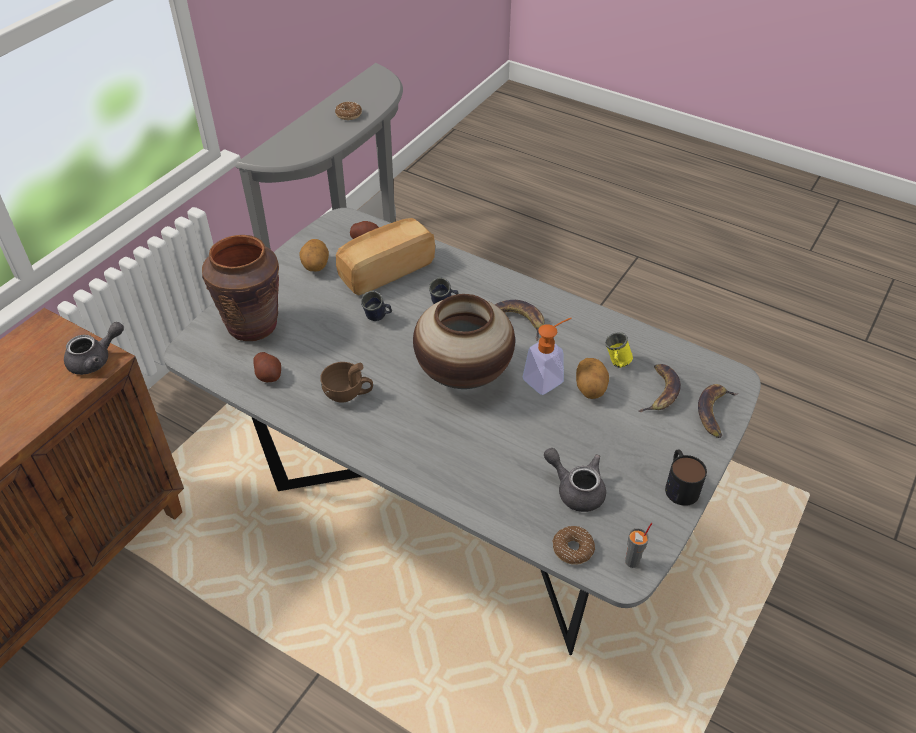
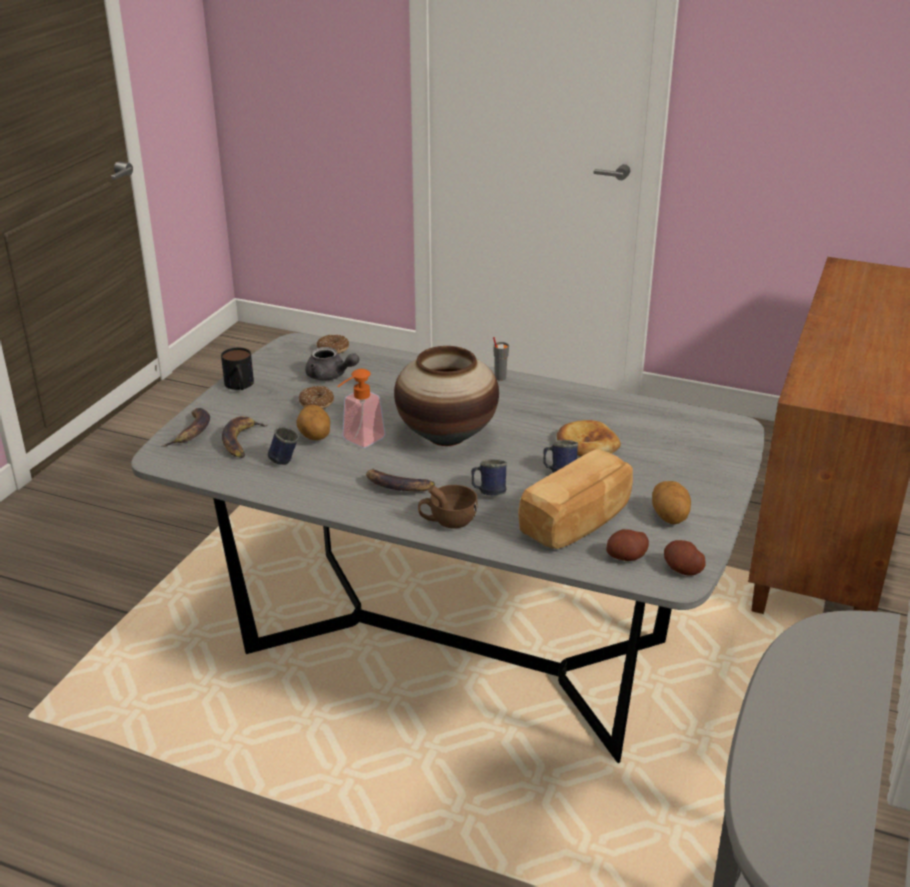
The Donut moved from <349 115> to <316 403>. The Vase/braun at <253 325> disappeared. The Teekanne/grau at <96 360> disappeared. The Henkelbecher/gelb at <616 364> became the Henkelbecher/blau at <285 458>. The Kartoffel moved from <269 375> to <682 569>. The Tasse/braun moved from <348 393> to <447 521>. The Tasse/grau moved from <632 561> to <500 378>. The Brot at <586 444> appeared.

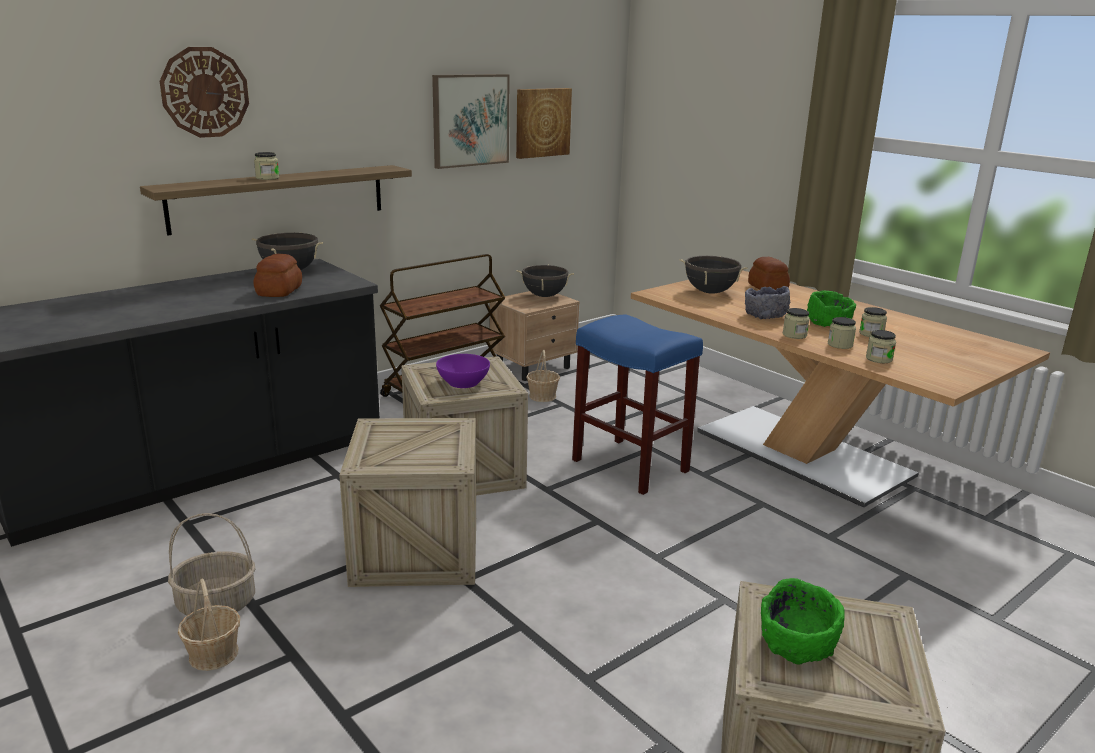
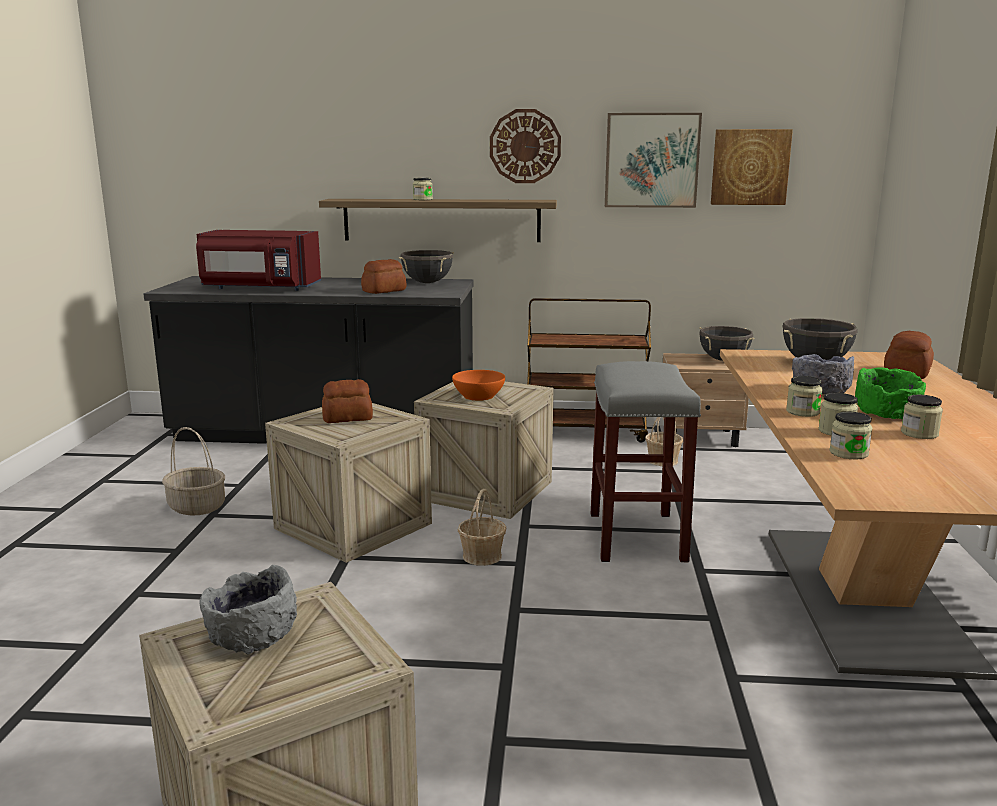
The Wanduhr moved from <205 92> to <525 146>. The Hocker/blau at <628 465> became the Hocker/grau at <635 536>. The Schüssel/lila at <463 382> became the Schüssel/orange at <479 396>. The Schüssel/grün at <797 645> became the Schüssel/grau at <252 636>. The Korb moved from <214 654> to <482 556>. The Mikrowelle/rot at <259 288> appeared. The Brot at <348 418> appeared.

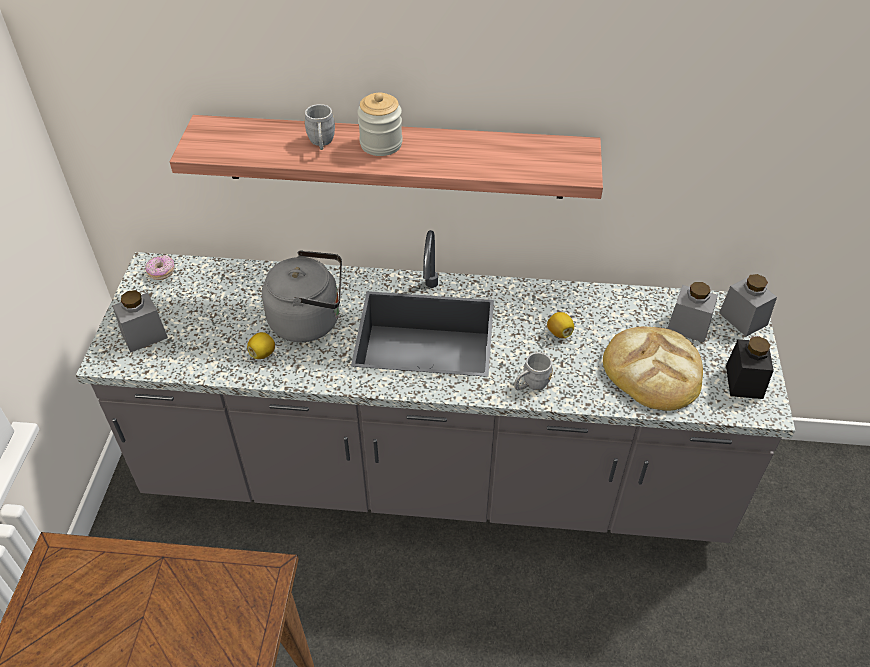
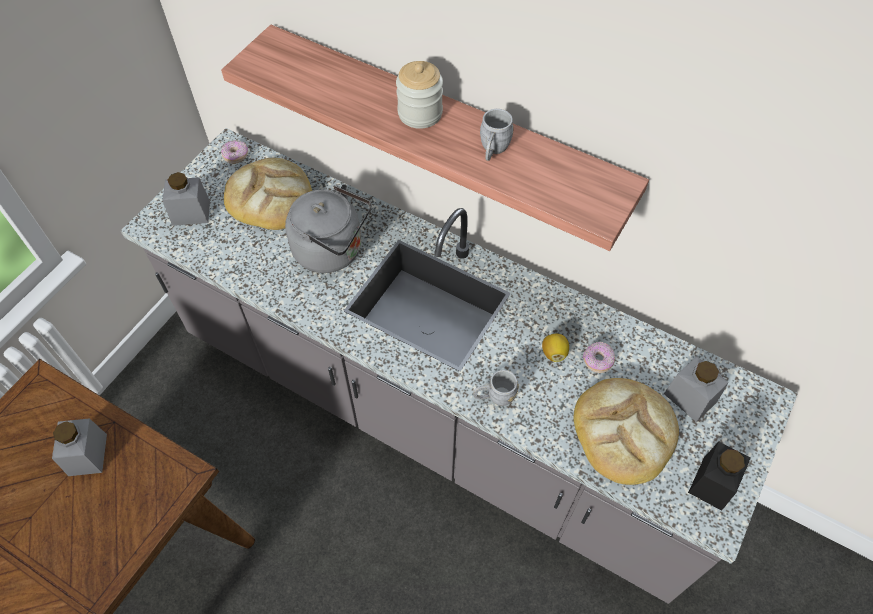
The Henkelbecher/grau moved from <321 143> to <493 150>. The Vorratsglas/grau moved from <743 319> to <88 454>. The Zitrone at <263 353> disappeared. The Brot at <270 197> appeared. The Donut at <597 361> appeared.

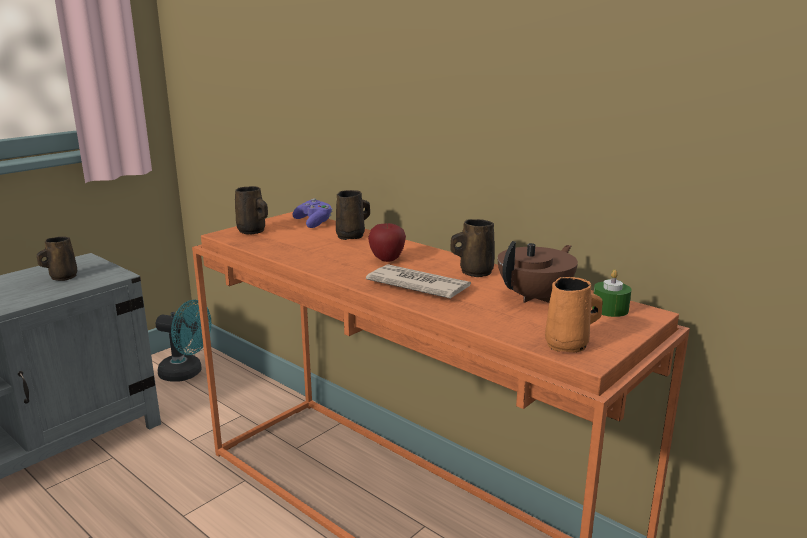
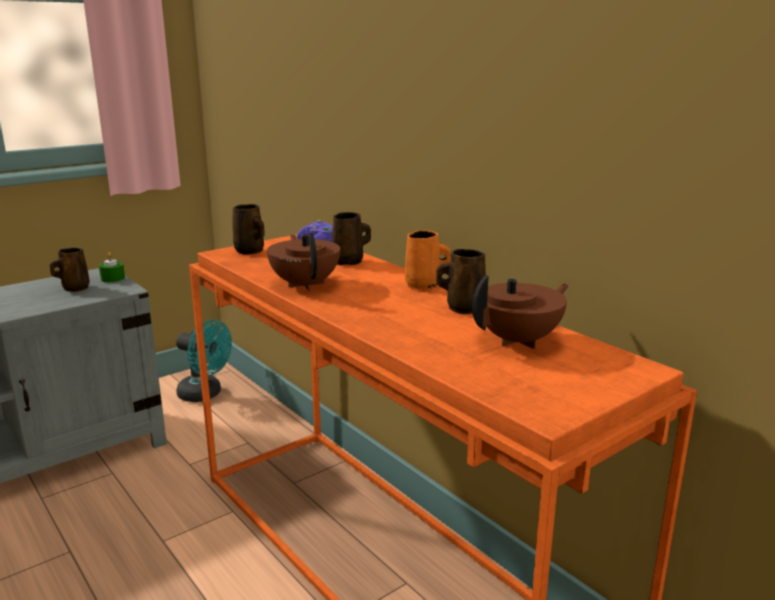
The Apfel at <387 260> disappeared. The Zeitung at <418 285> disappeared. The Kerze/grün moved from <610 309> to <113 278>. The Henkelbecher/orange moved from <569 345> to <424 285>. The Teekanne/braun at <305 284> appeared.

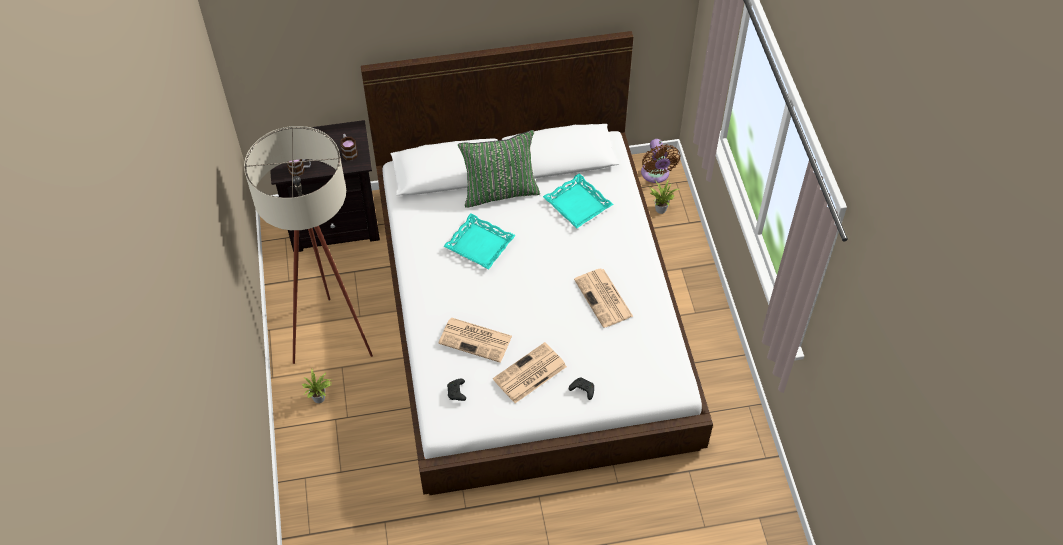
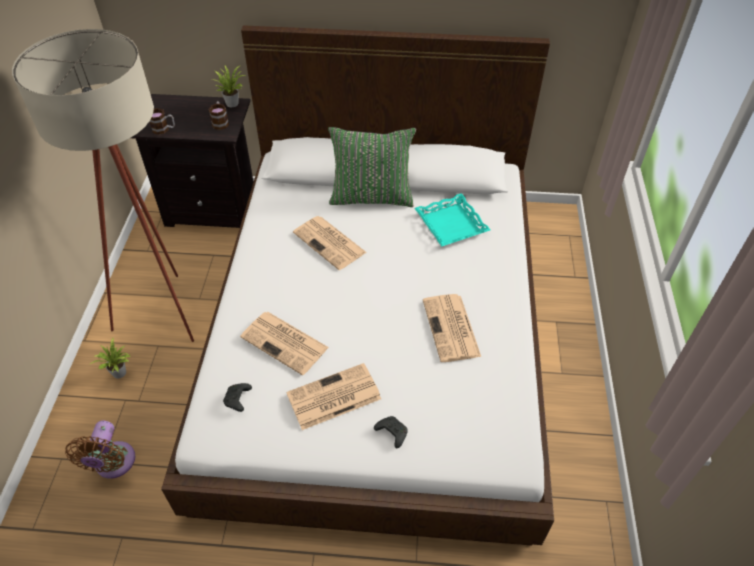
The Ventilator/braun moved from <656 174> to <113 464>. The Topfpflanze moved from <660 208> to <232 102>. The Tablett/türkis at <480 244> was replaced by the Zeitung at <330 243>.

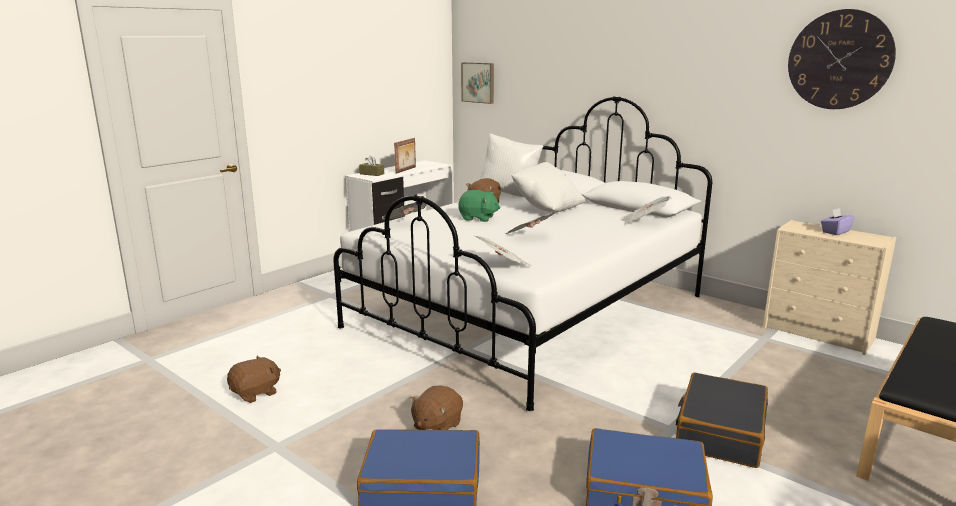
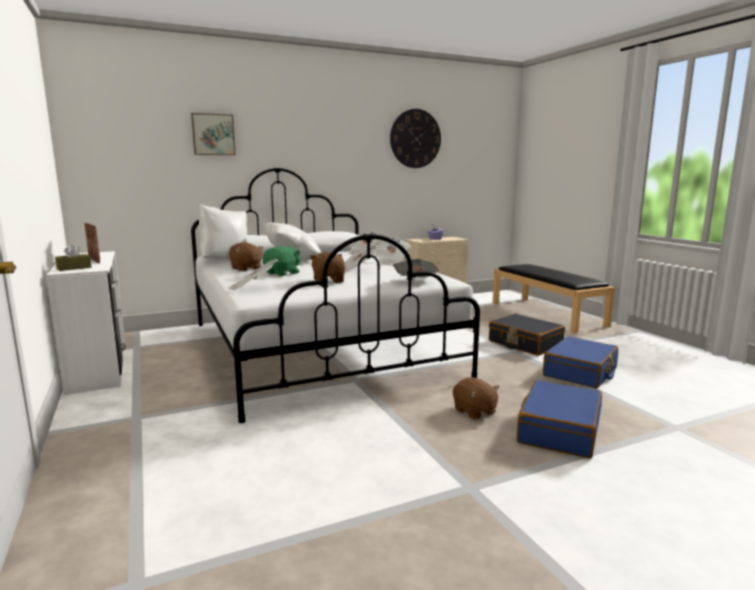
The Bild moved from <478 82> to <213 134>. The Plüschtier/braun moved from <256 393> to <329 281>. The Zeitung at <391 262> appeared.

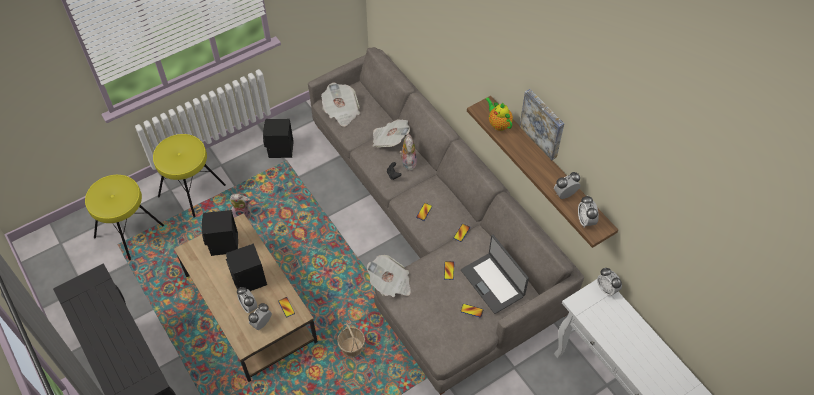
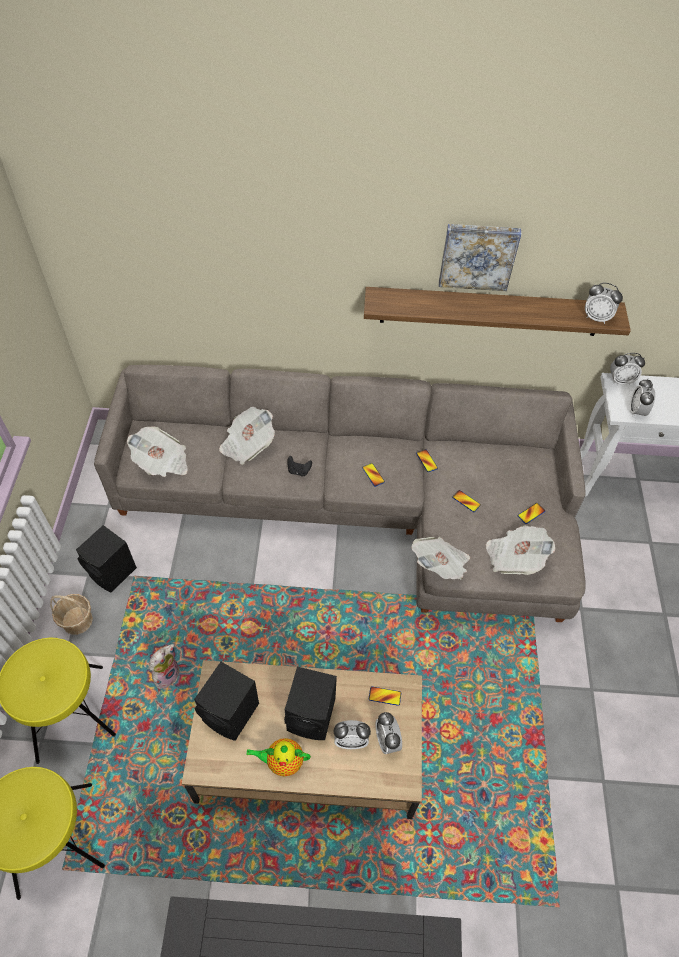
The Teekanne moved from <498 124> to <282 761>. The Plüschtier at <408 162> disappeared. The Wecker moved from <565 194> to <636 411>. The Laptop at <493 283> disappeared. The Korb moved from <352 347> to <77 620>. The Zeitung at <514 557> appeared.

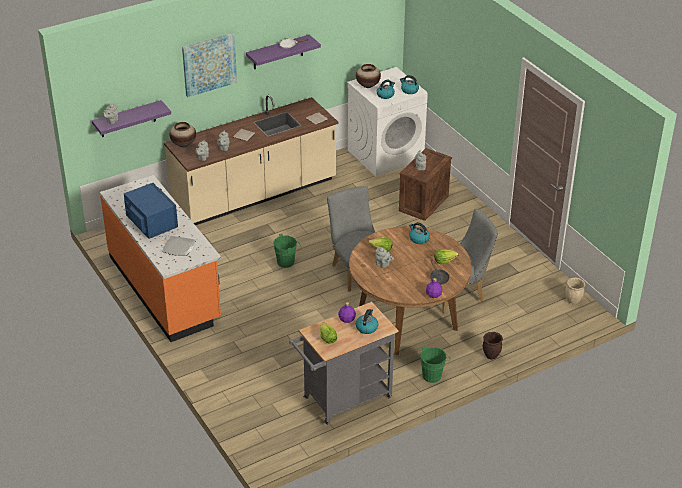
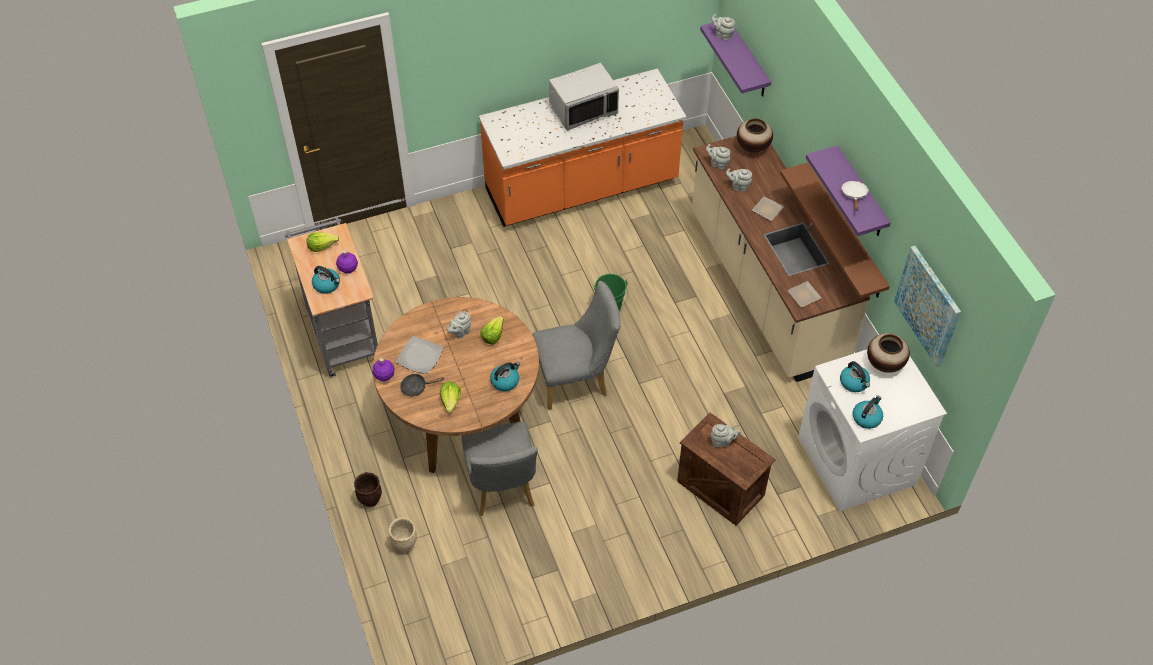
The Bild moved from <209 64> to <928 305>. The Mikrowelle/blau at <151 223> became the Mikrowelle/grau at <583 109>. The Teller moved from <179 247> to <419 357>. The Pflanzkübel/beige moved from <573 301> to <404 545>. The Eimer/grün at <433 375> disappeared. The Wandregal/braun at <845 232> appeared.

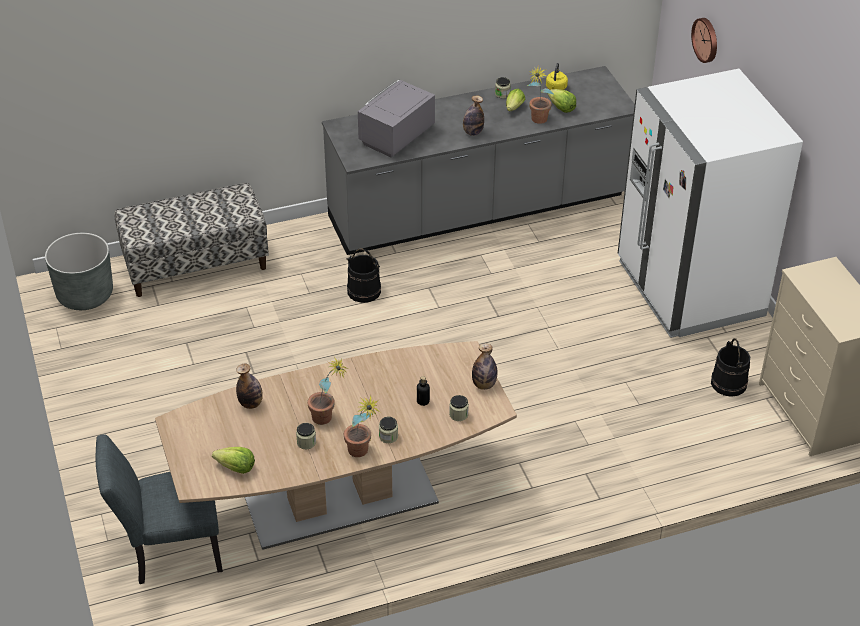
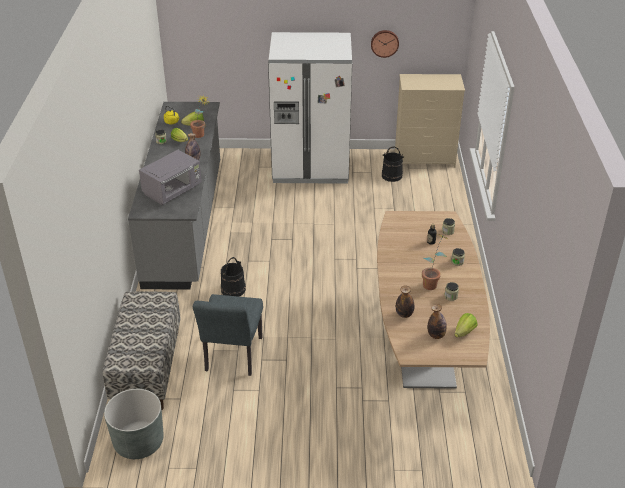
The Wanduhr moved from <706 39> to <384 43>. The Mikrowelle/grau at <395 137> turned 105 degrees counterclockwise. The Flasche moved from <484 385> to <436 335>. The Topfpflanze at <361 453> disappeared. The Stuhl/grau moved from <169 551> to <232 358>.

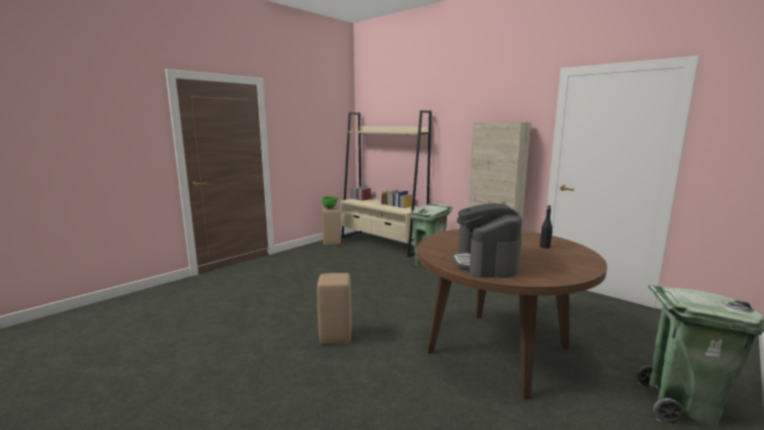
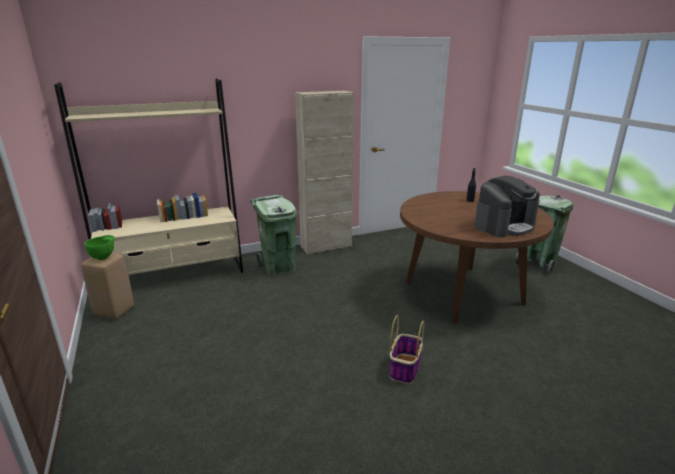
The Kaffeemaschine at <485 264> turned 60 degrees counterclockwise. The Hocker/beige at <336 337> was replaced by the Korb at <405 368>.

